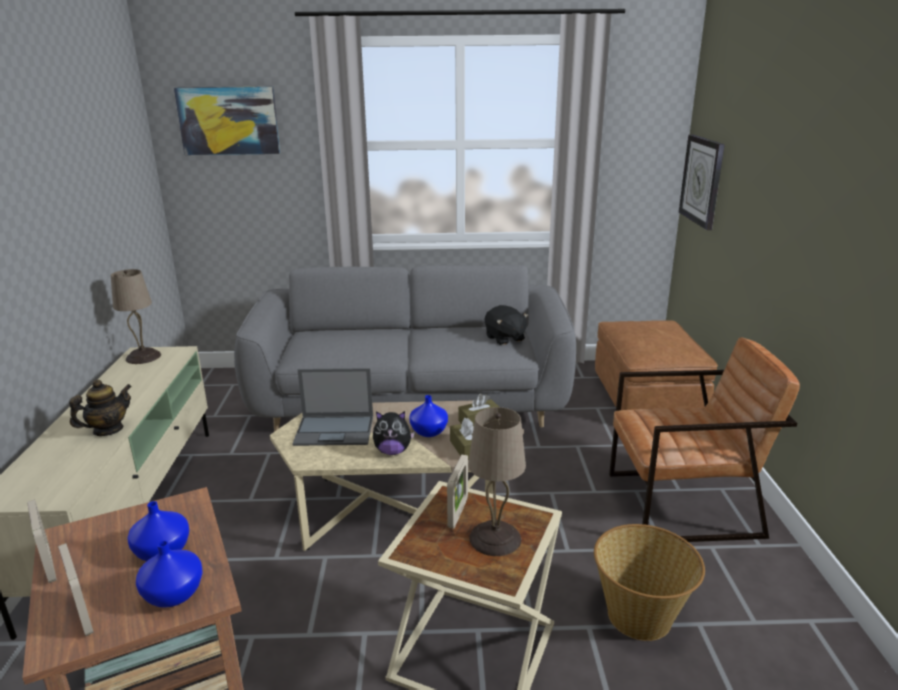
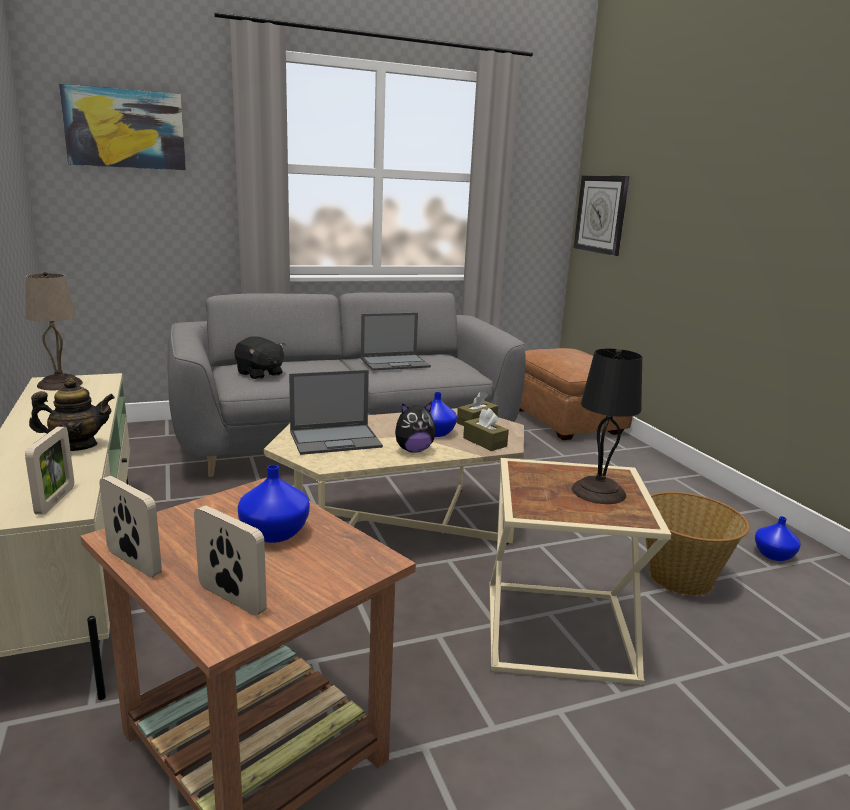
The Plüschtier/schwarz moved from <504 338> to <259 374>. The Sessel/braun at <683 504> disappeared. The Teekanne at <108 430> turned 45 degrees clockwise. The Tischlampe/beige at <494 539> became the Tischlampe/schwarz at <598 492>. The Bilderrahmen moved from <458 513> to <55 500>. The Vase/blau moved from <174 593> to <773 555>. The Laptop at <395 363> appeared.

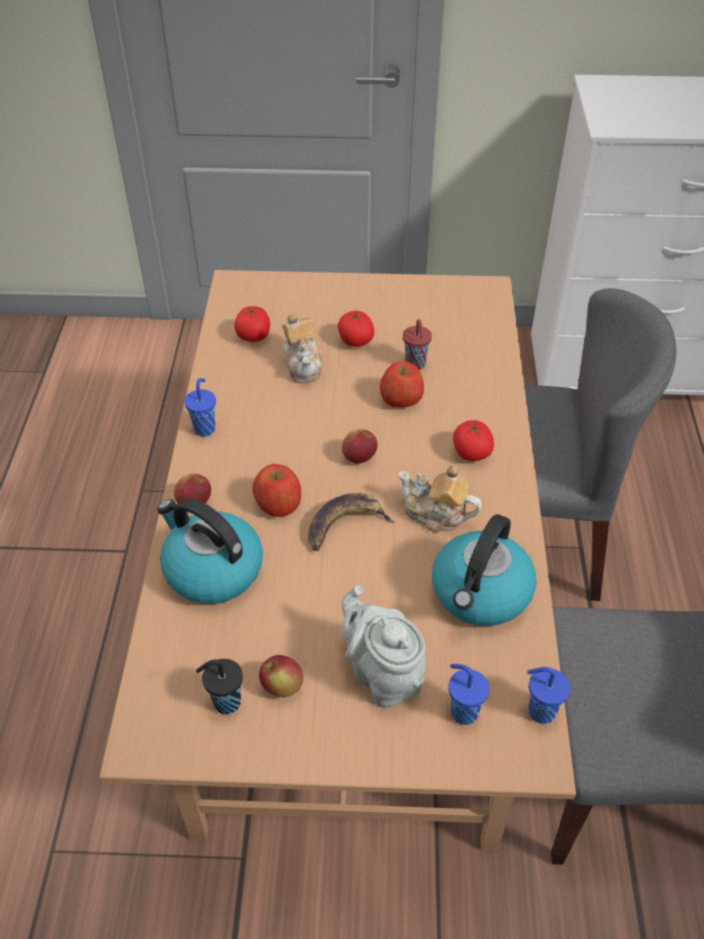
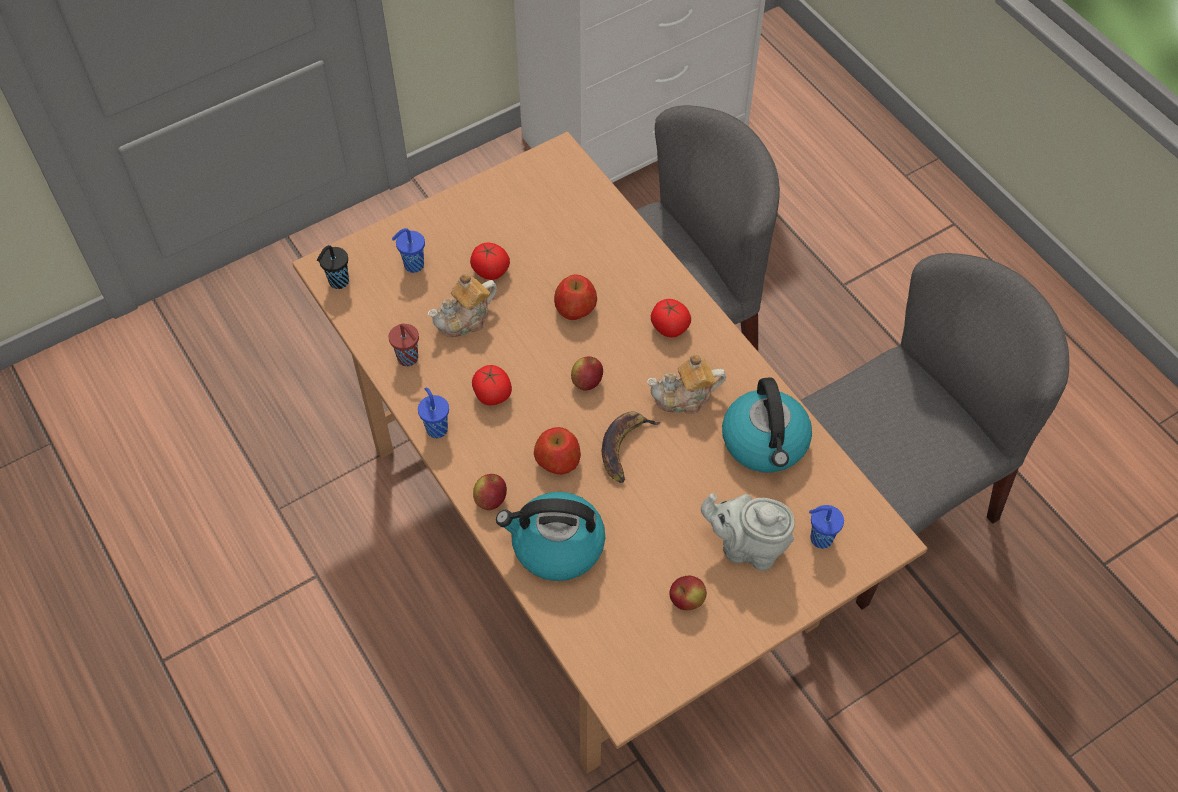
The Tomate moved from <253 336> to <492 394>. The Teekanne at <303 364> turned 105 degrees clockwise. The Tasse/rot moved from <415 365> to <409 359>. The Tasse/schwarz moved from <225 702> to <337 282>. The Tasse/blau moved from <539 711> to <412 265>.

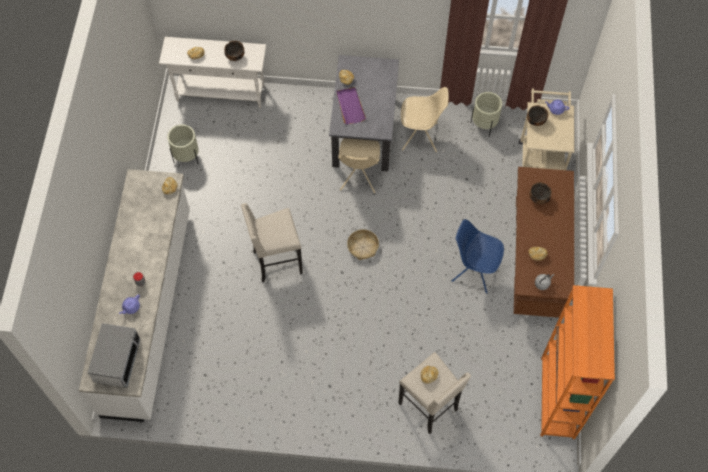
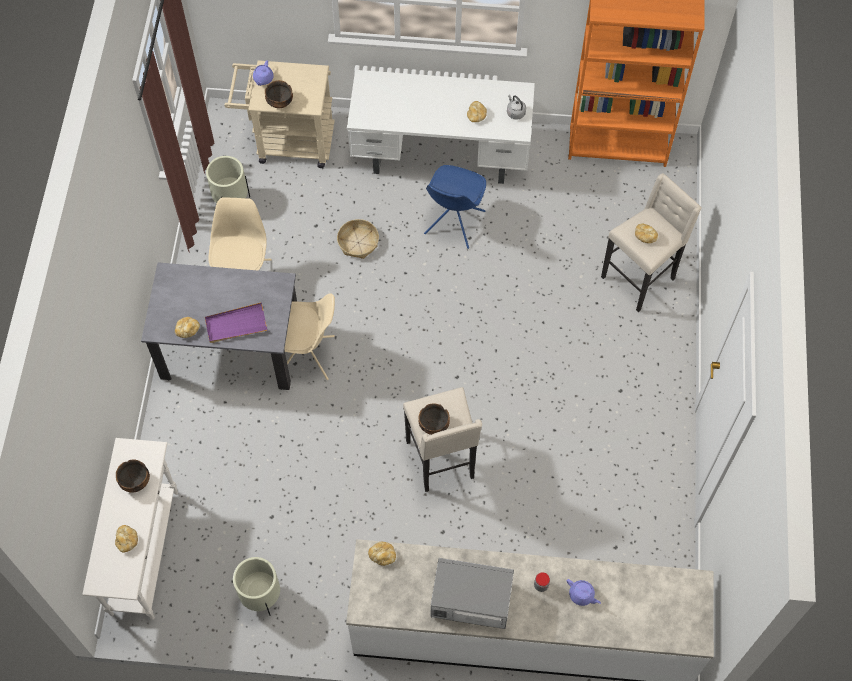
The Schreibtisch/braun at <535 263> became the Schreibtisch/weiß at <441 157>. The Schüssel moved from <538 198> to <434 425>. The Korb moved from <363 247> to <358 242>. The Mikrowelle moved from <117 361> to <471 601>.

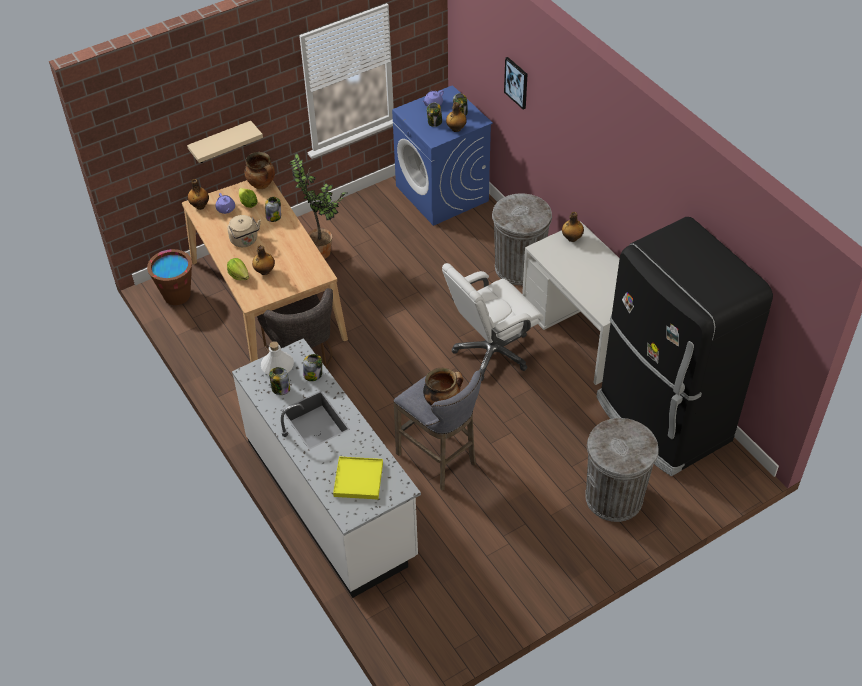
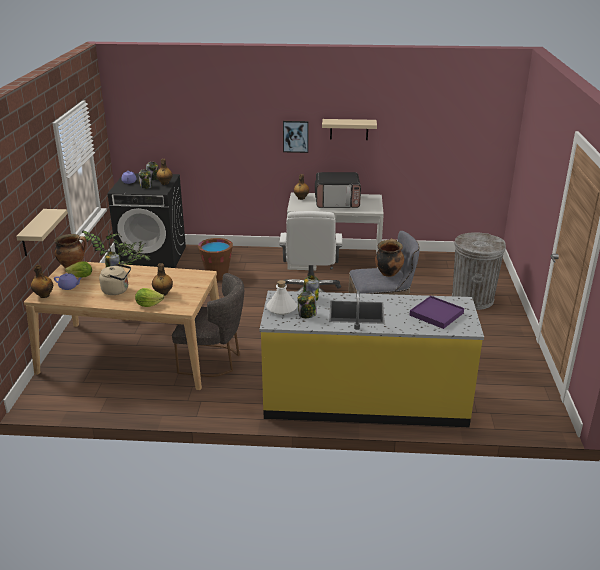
The Bild moved from <516 82> to <295 136>. The Waschmaschine/blau at <442 194> became the Waschmaschine/schwarz at <153 257>. The Mülleimer/grau at <519 267> disappeared. The Kühlschrank/schwarz at <662 421> disappeared. The Eimer/braun moved from <177 295> to <217 276>. The Küchenzeile/weiß at <331 498> became the Küchenzeile/gelb at <365 400>. The Tablett/gelb at <358 479> became the Tablett/lila at <436 314>. The Wandregal/beige at <349 129> appeared. The Mikrowelle at <337 202> appeared.

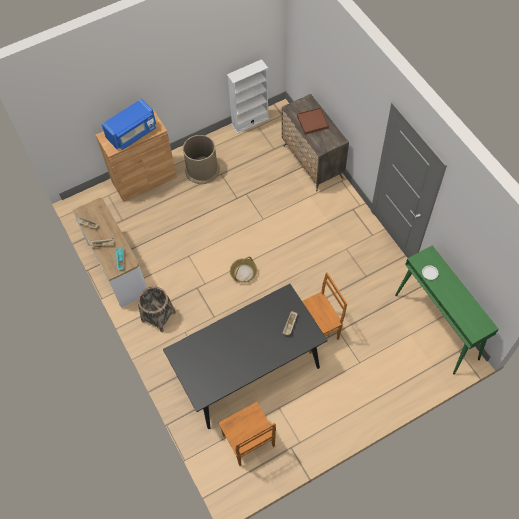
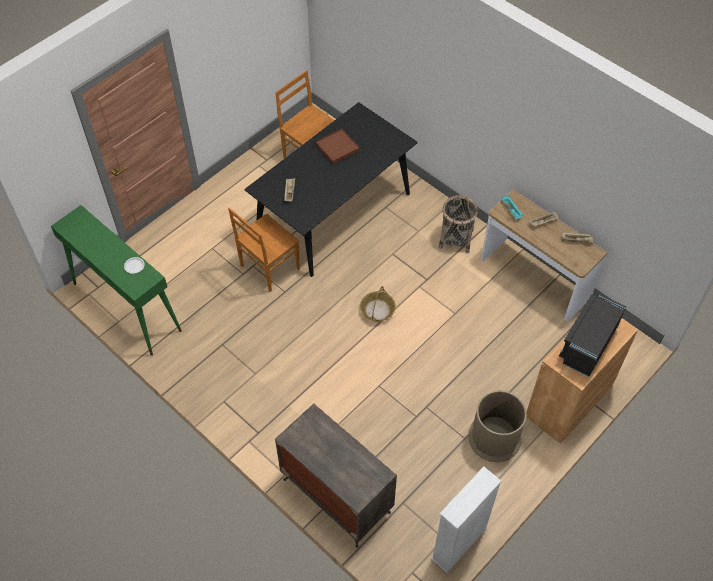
The Mikrowelle/blau at <132 133> became the Mikrowelle/schwarz at <588 344>. The Tablett/braun moved from <312 122> to <337 147>.

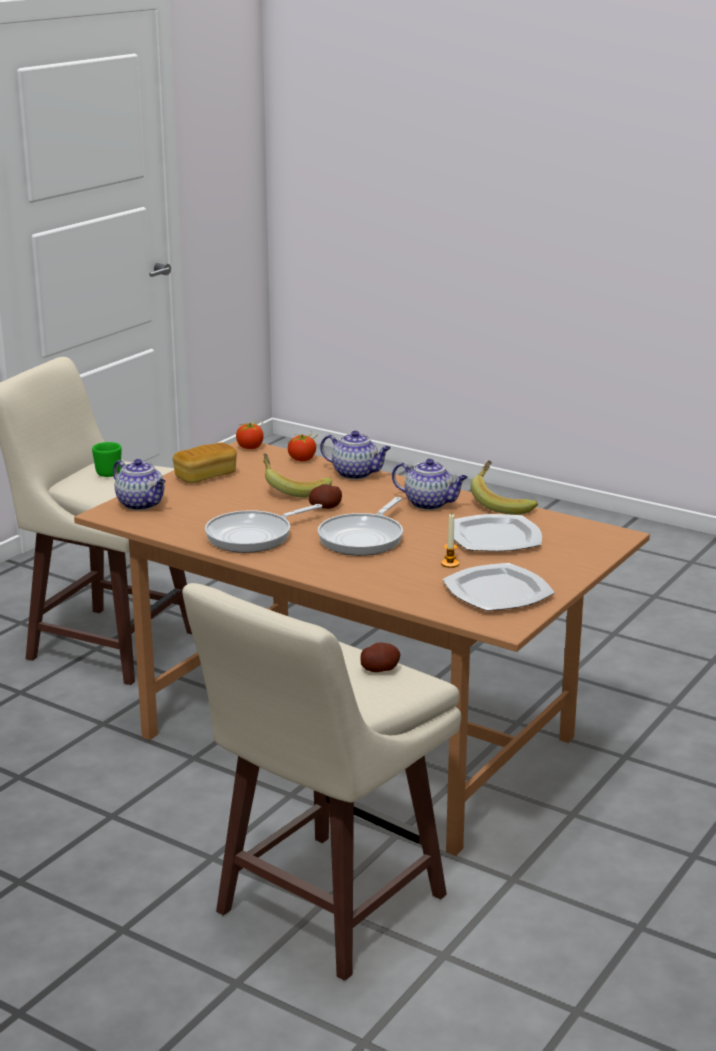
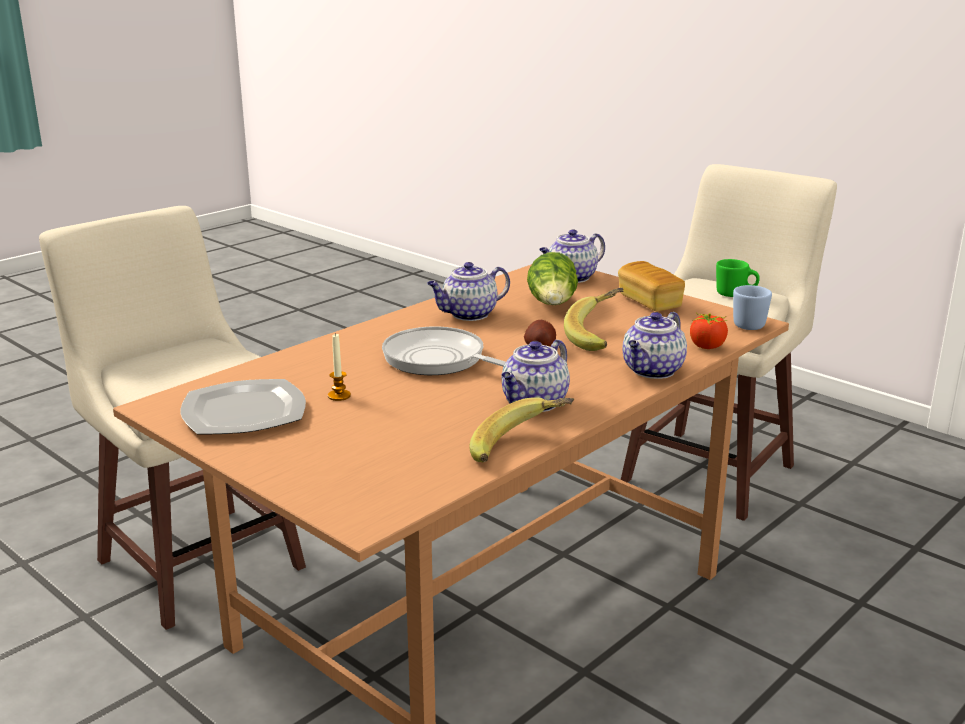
The Tomate at <250 447> was replaced by the Henkelbecher/blau at <750 324>. The Pfanne at <254 536> was replaced by the Teekanne at <468 315>. The Teller at <493 537> disappeared. The Kartoffel at <380 669> disappeared. The Salatkopf at <553 305> appeared.

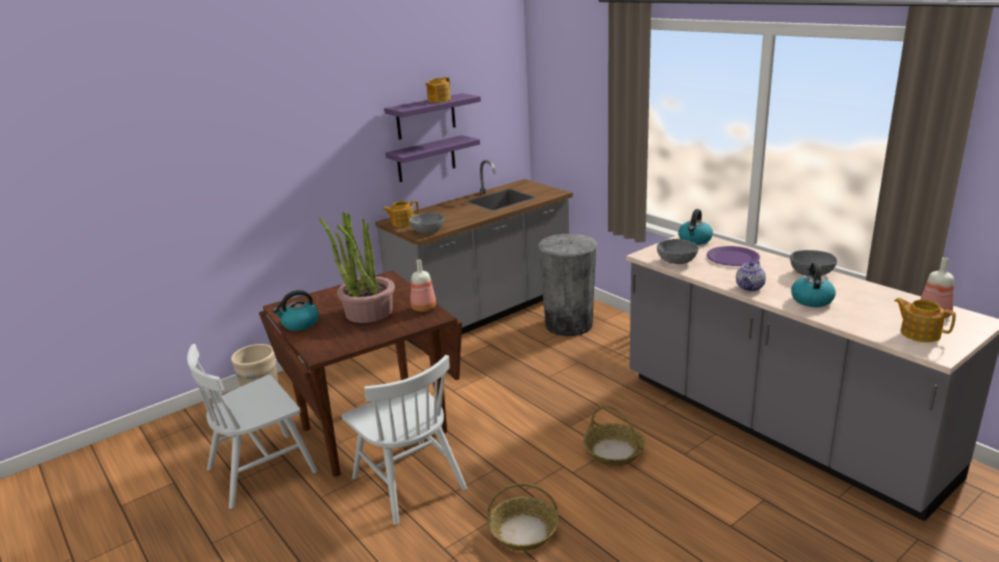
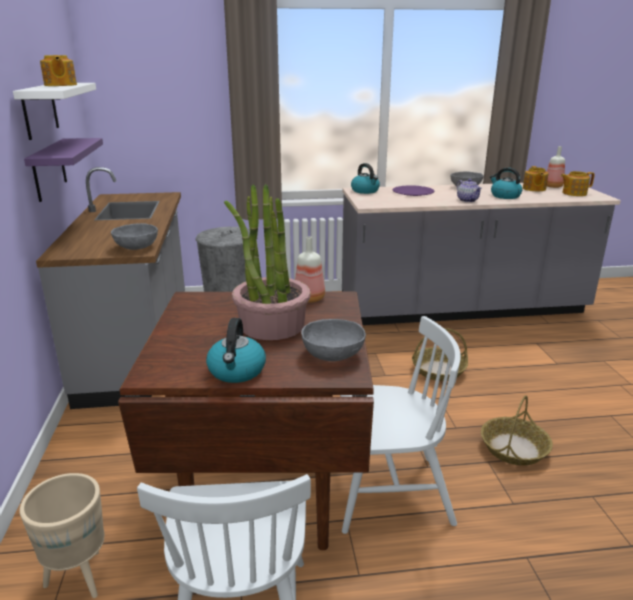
The Wandregal/lila at <426 116> became the Wandregal/weiß at <40 110>. The Teekanne moved from <402 223> to <534 189>. The Schüssel/grau moved from <676 261> to <333 354>.

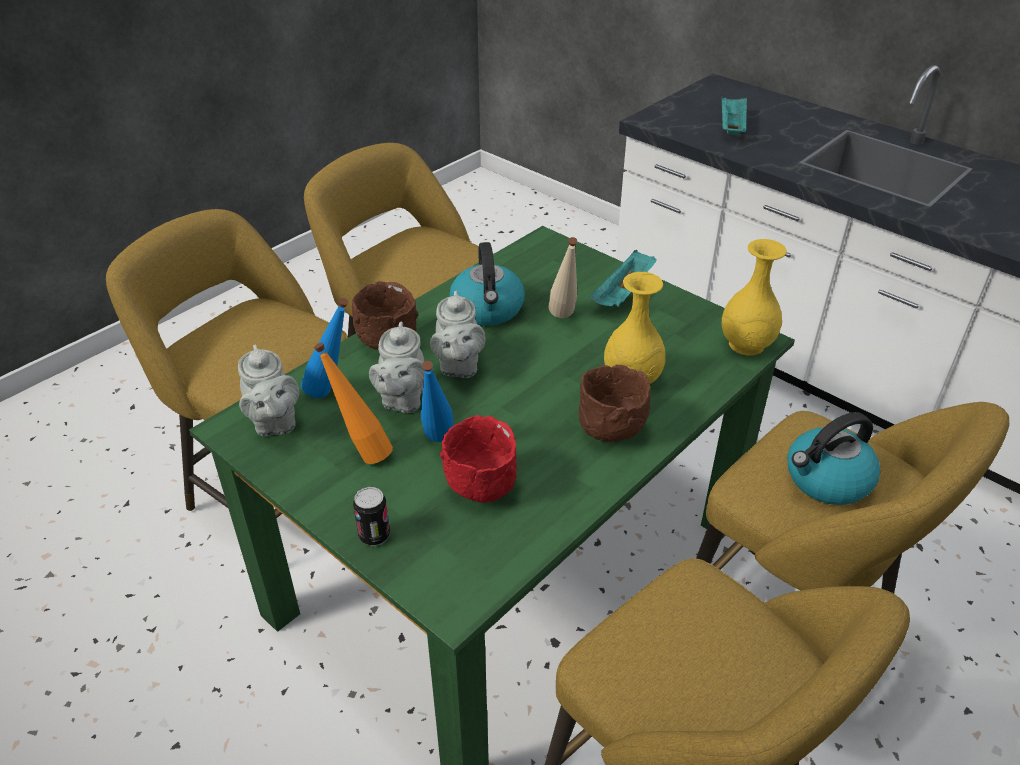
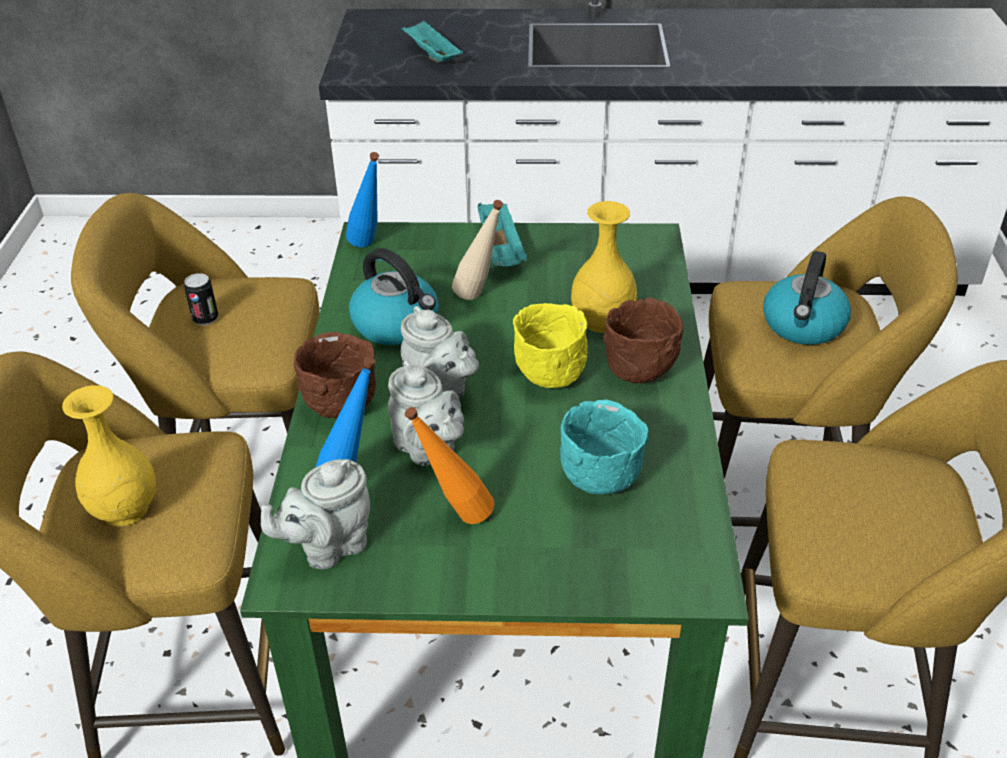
The Vase/gelb moved from <745 344> to <124 509>. The Teekanne/grau at <274 423> turned 120 degrees clockwise. The Flasche/blau moved from <437 445> to <369 247>. The Schüssel/rot at <481 487> became the Schüssel/türkis at <599 479>. The Dose moved from <374 535> to <205 318>. The Schüssel/gelb at <551 375> appeared.

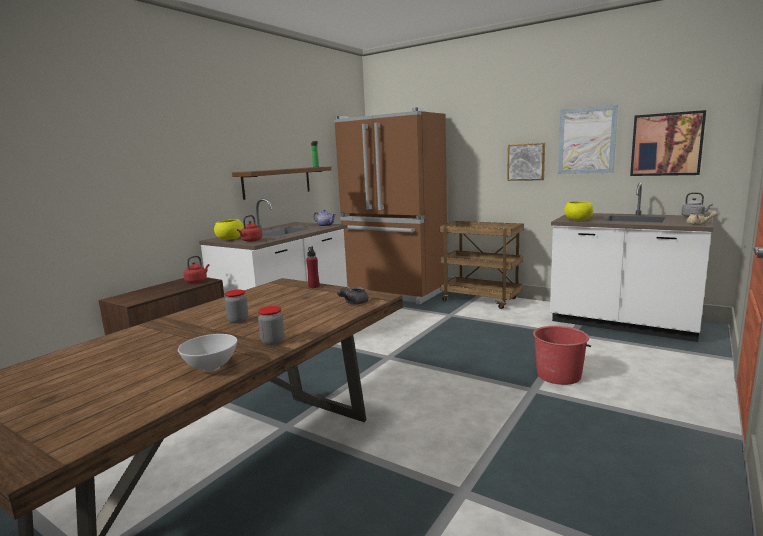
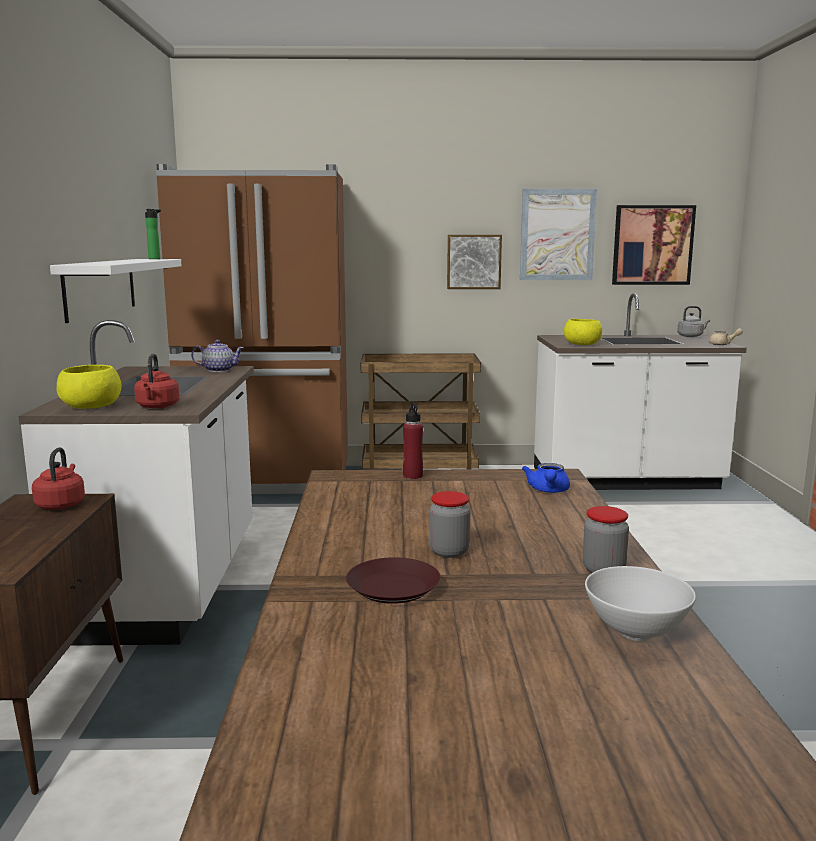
The Wandregal/braun at <277 182> became the Wandregal/weiß at <100 287>. The Teekanne/grau at <353 303> became the Teekanne/blau at <548 491>. The Eimer/rot at <559 375> disappeared. The Teller/braun at <394 588> appeared.

